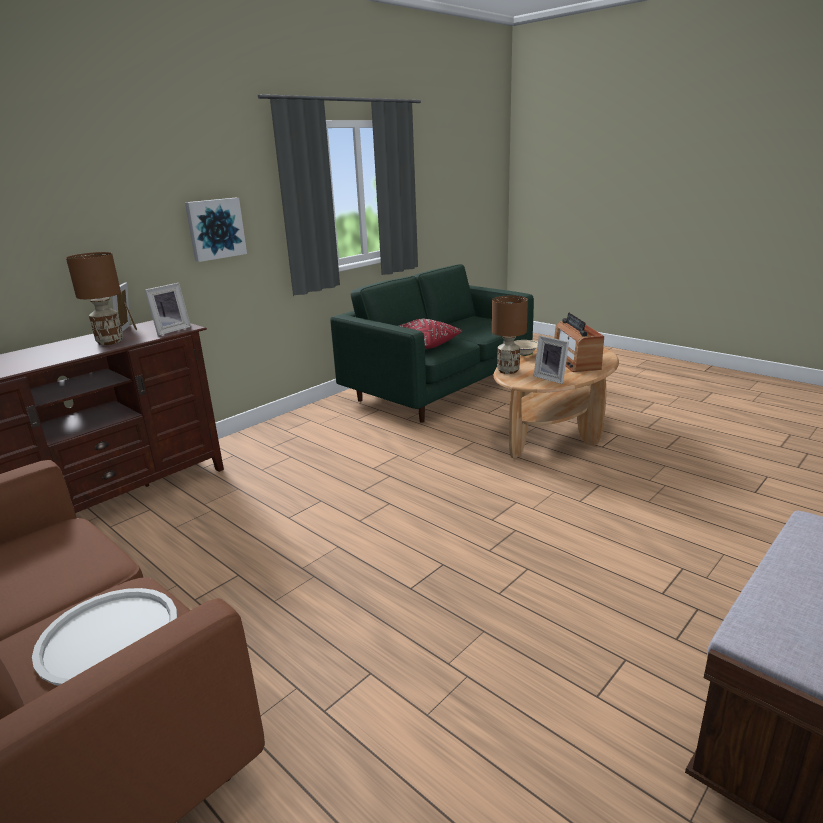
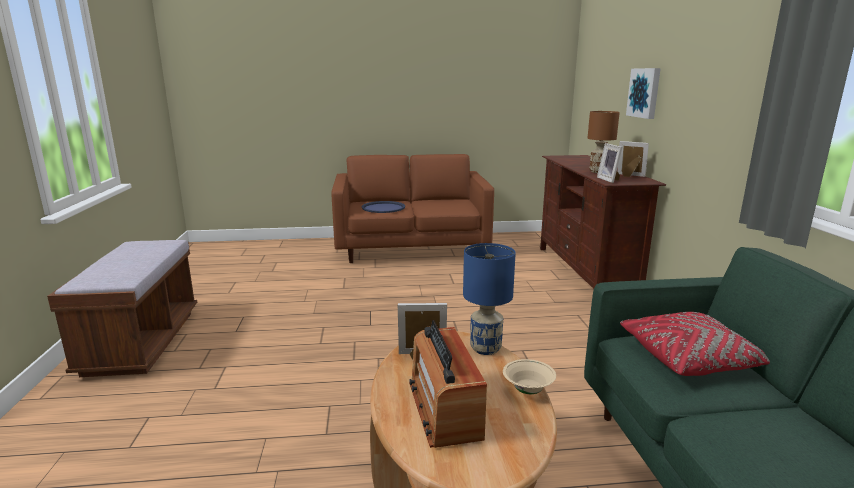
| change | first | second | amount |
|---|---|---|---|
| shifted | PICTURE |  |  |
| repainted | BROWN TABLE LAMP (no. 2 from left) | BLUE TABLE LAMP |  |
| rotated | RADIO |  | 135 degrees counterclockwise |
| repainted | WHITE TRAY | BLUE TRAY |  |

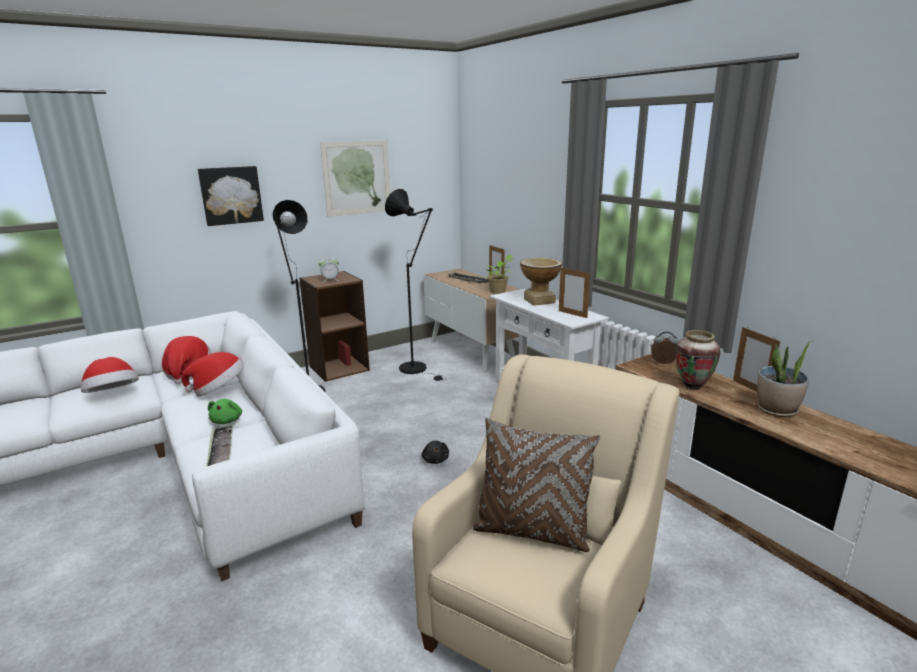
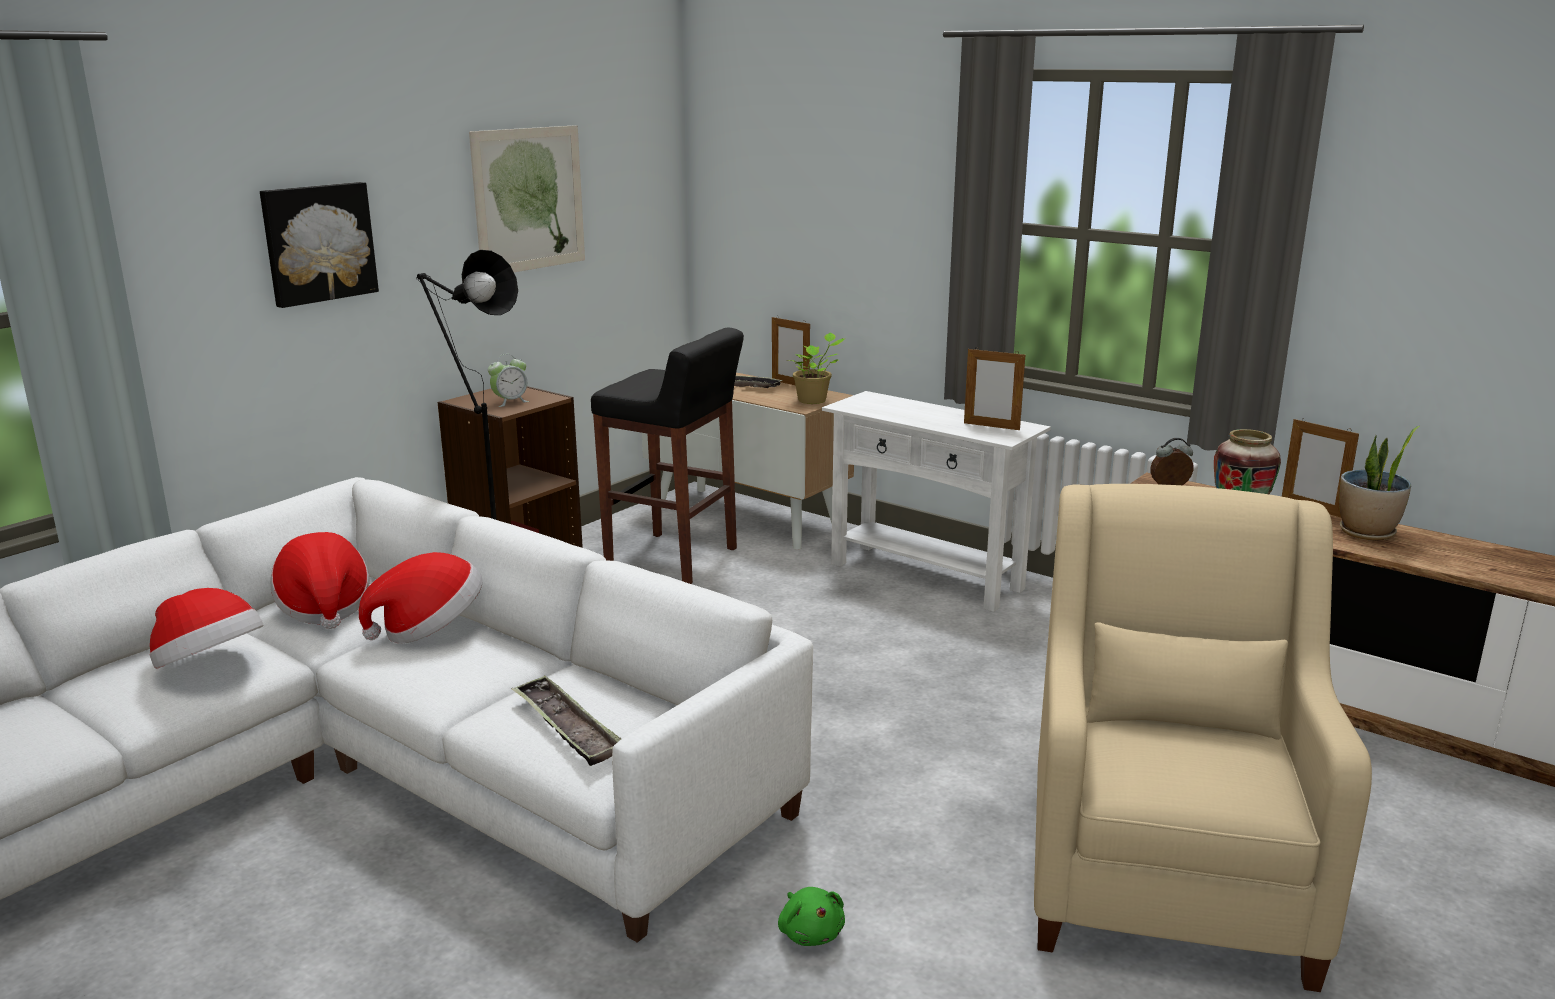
| change | first | second | amount |
|---|---|---|---|
| swapped | BLACK FLOOR LAMP (no. 2 from left) | BLACK STOOL |  |
| gone | VASE (no. 1 from left) |  |  |
| shifted | GREEN PLUSH TOY |  |  |
| gone | BROWN PILLOW |  |  |
| gone | BLACK PLUSH TOY |  |  |

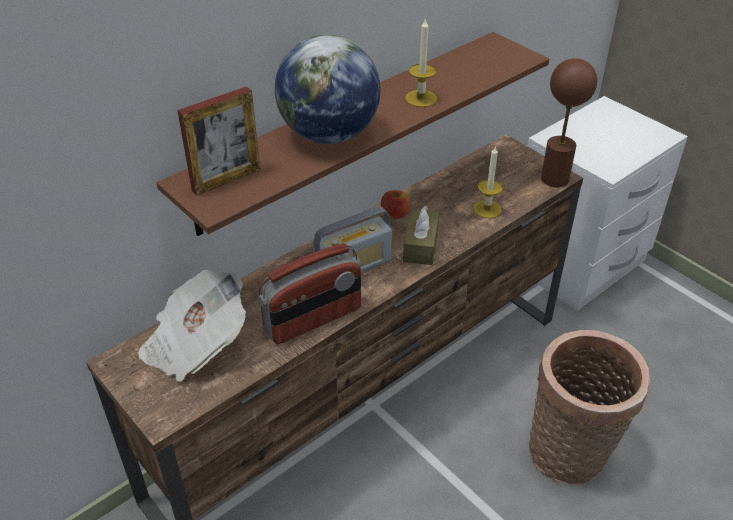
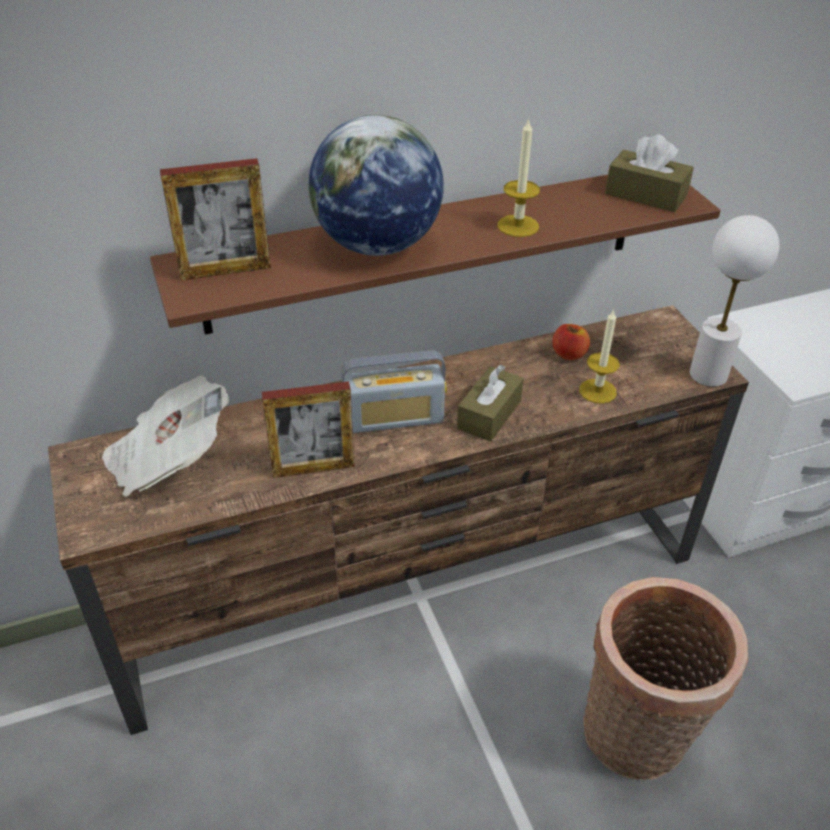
| change | first | second | amount |
|---|---|---|---|
| repainted | BROWN TABLE LAMP | WHITE TABLE LAMP |  |
| shifted | APPLE |  |  |
| swapped | RADIO (no. 1 from left) | PICTURE FRAME (no. 2 from left) |  |
| new |  | BROWN TISSUE BOX (no. 2 from left) |  |

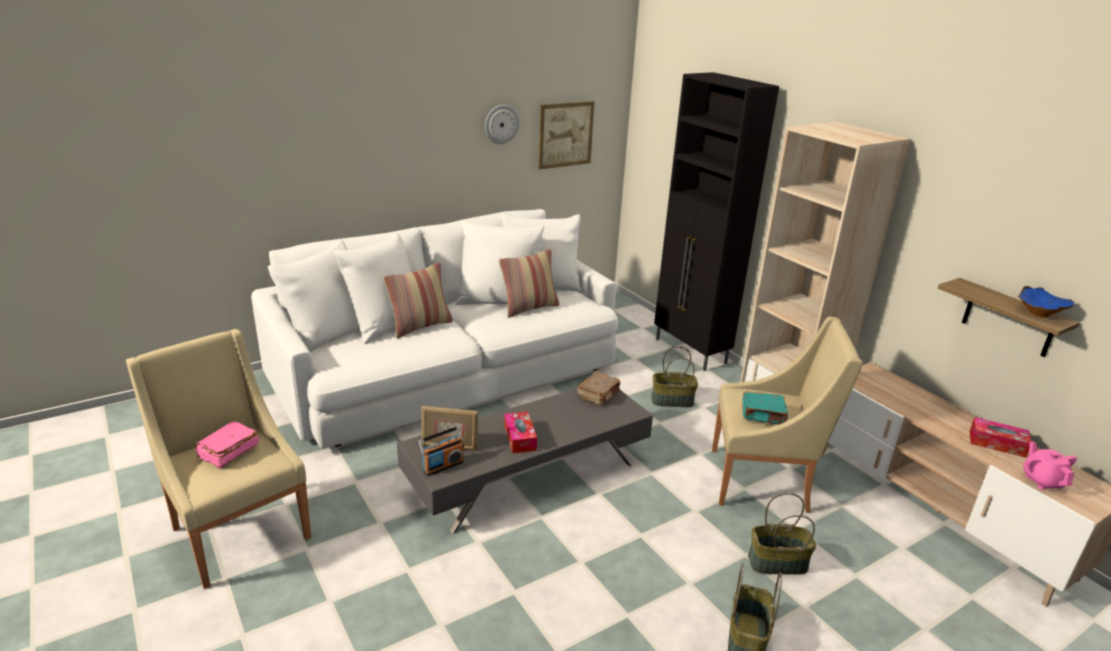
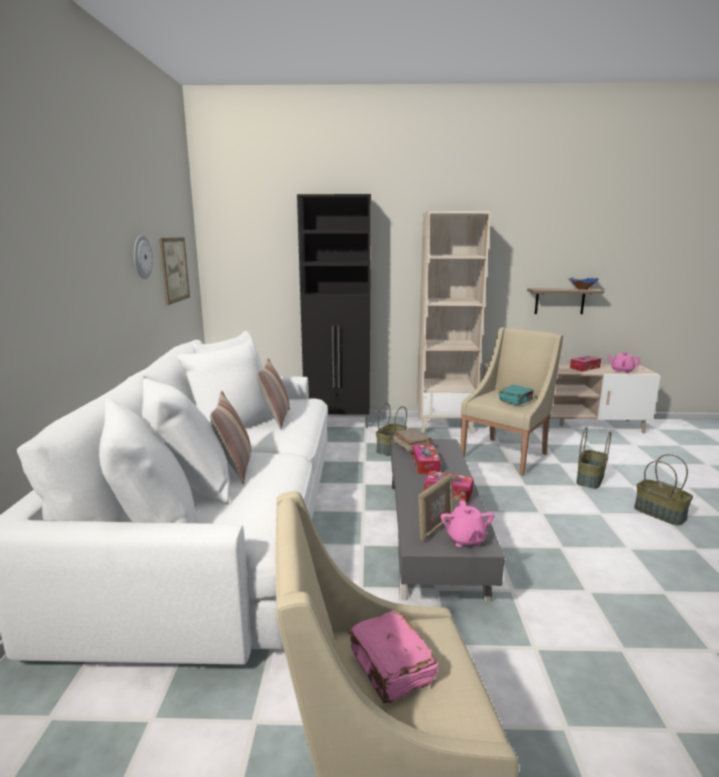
| change | first | second | amount |
|---|---|---|---|
| swapped | RADIO | PINK TEAPOT (no. 1 from left) |  |
| new |  | TISSUE BOX (no. 1 from left) |  |

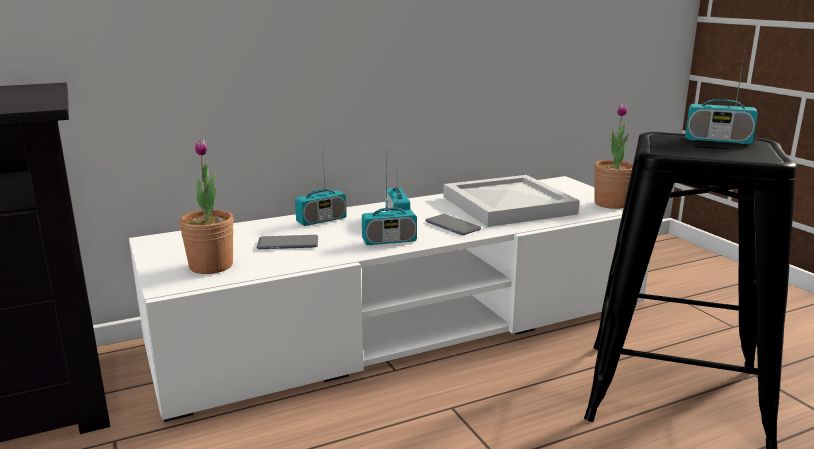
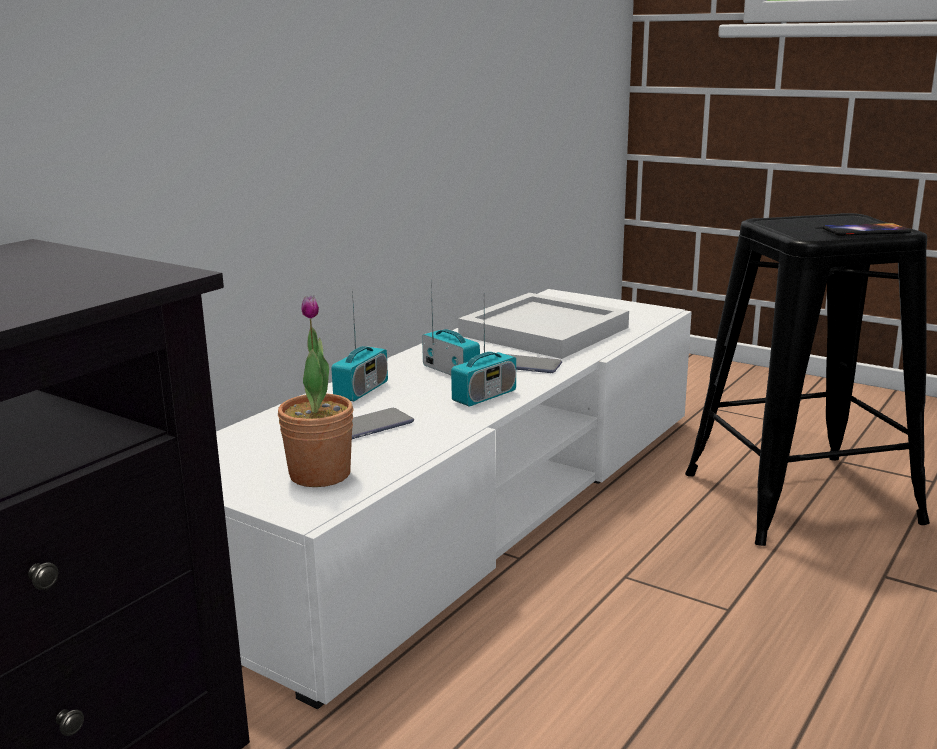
| change | first | second | amount |
|---|---|---|---|
| gone | RADIO (no. 4 from left) |  |  |
| gone | POTTED PLANT (no. 2 from left) |  |  |
| new |  | PHONE (no. 3 from left) |  |

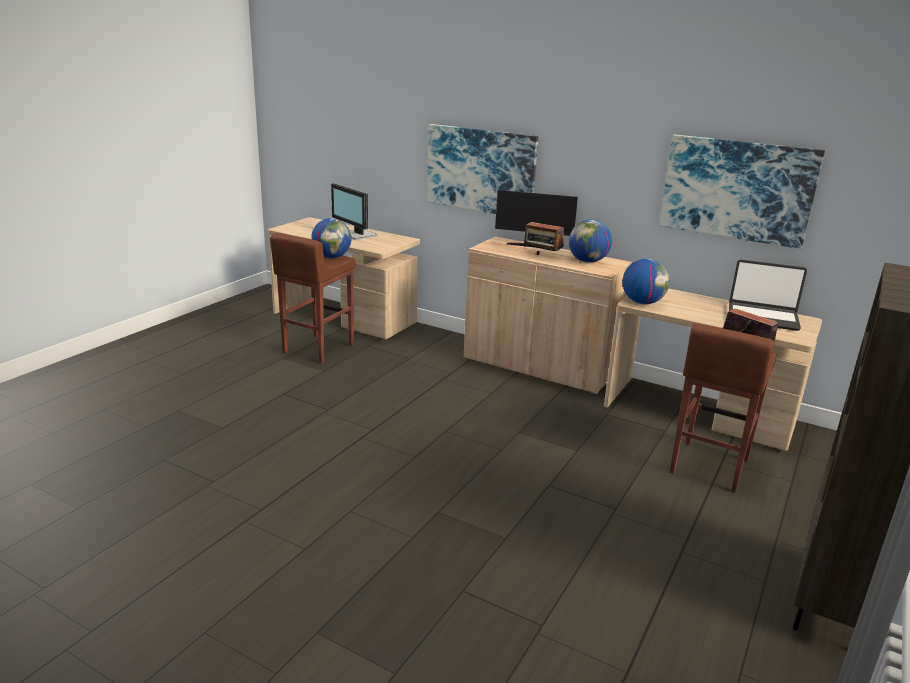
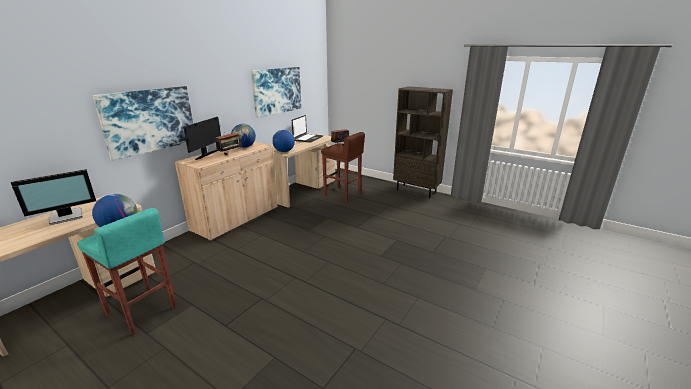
| change | first | second | amount |
|---|---|---|---|
| repainted | BROWN STOOL (no. 1 from left) | TURQUOISE STOOL |  |

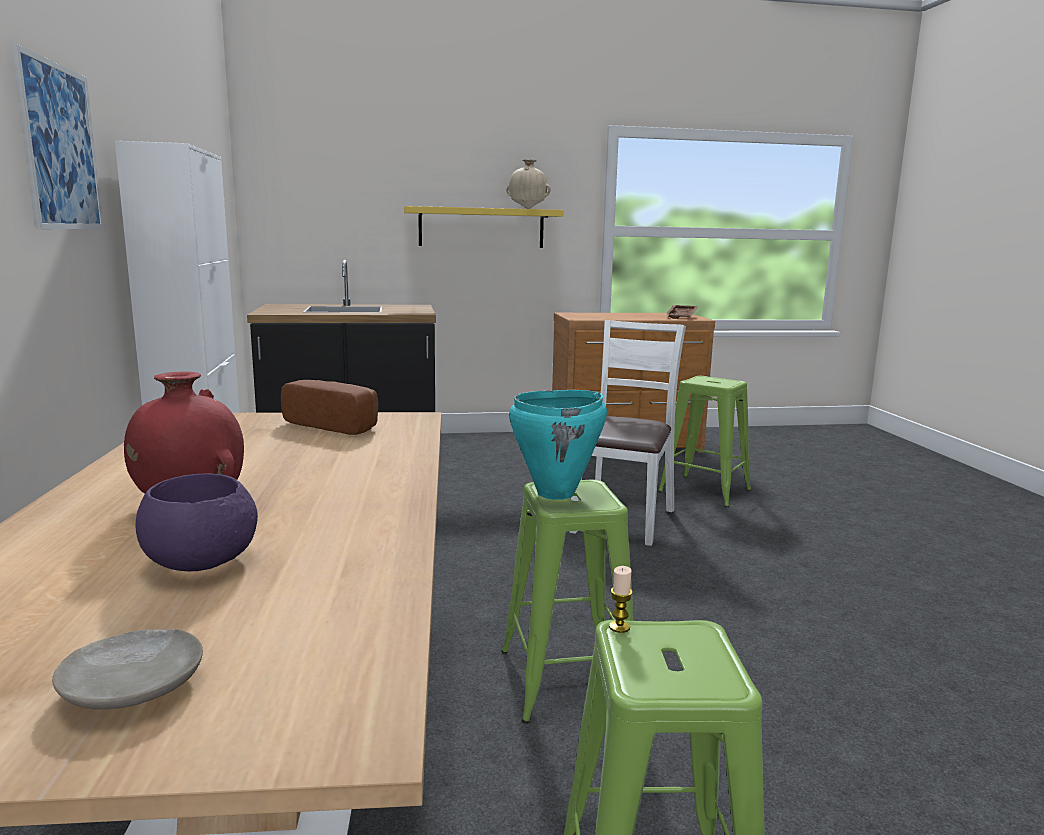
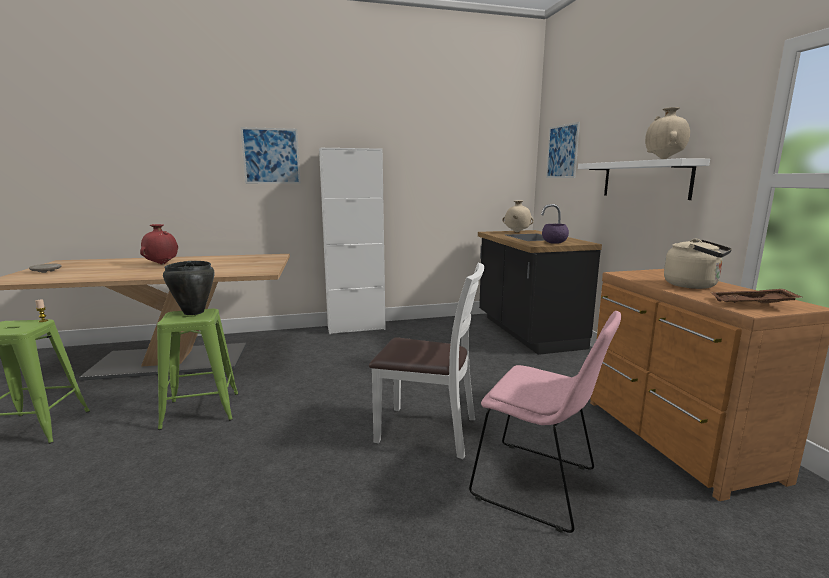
| change | first | second | amount |
|---|---|---|---|
| repainted | YELLOW SHELF | WHITE SHELF |  |
| swapped | GREEN STOOL (no. 3 from left) | PINK CHAIR |  |
| gone | BREAD |  |  |
| repainted | TURQUOISE COOKING POT | BLACK COOKING POT |  |
| shifted | PURPLE BOWL |  |  |
| new |  | PICTURE (no. 2 from left) |  |
| new |  | BEIGE VASE (no. 1 from left) |  |
| new |  | BEIGE KETTLE |  |

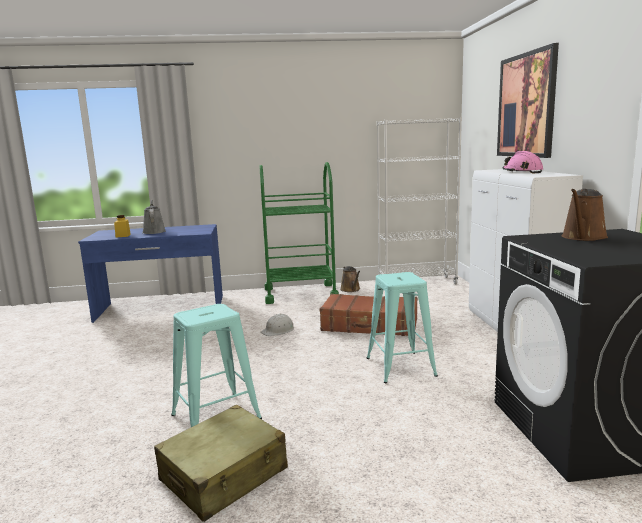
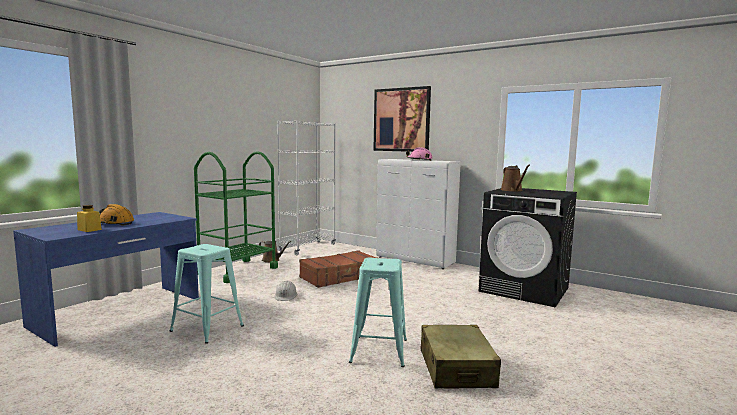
| change | first | second | amount |
|---|---|---|---|
| swapped | GREY WATERING CAN | ORANGE HARD HAT |  |
| shifted | TURQUOISE STOOL (no. 2 from left in the first image) | TURQUOISE STOOL (no. 1 from left) |  |

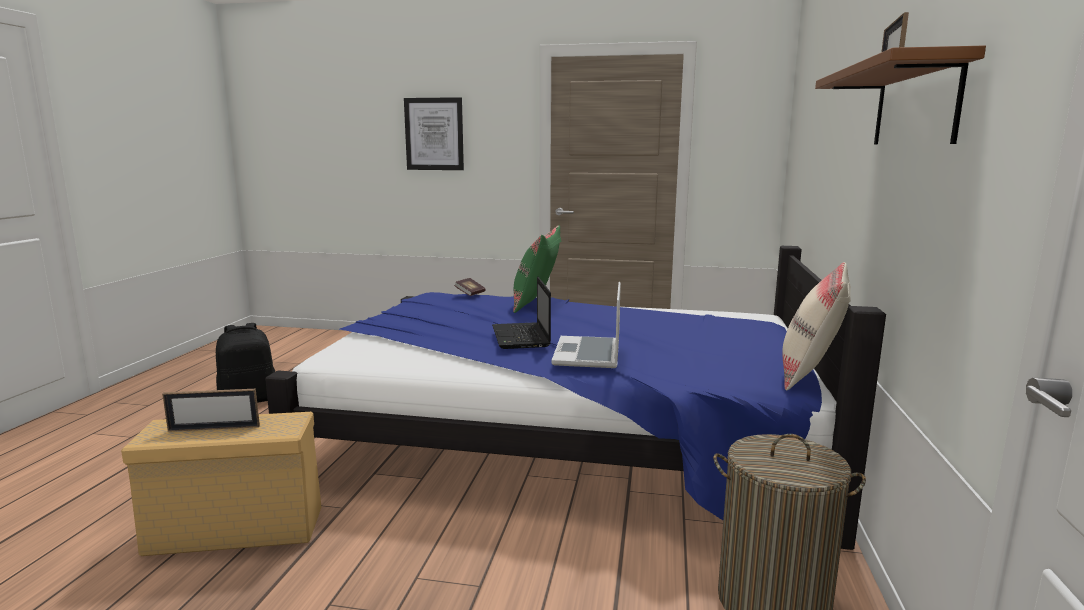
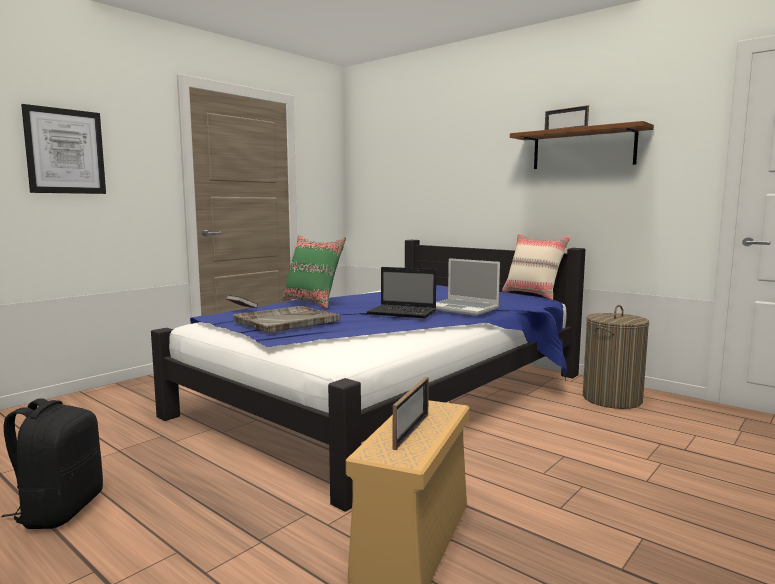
| change | first | second | amount |
|---|---|---|---|
| new |  | GREY TRAY |  |

